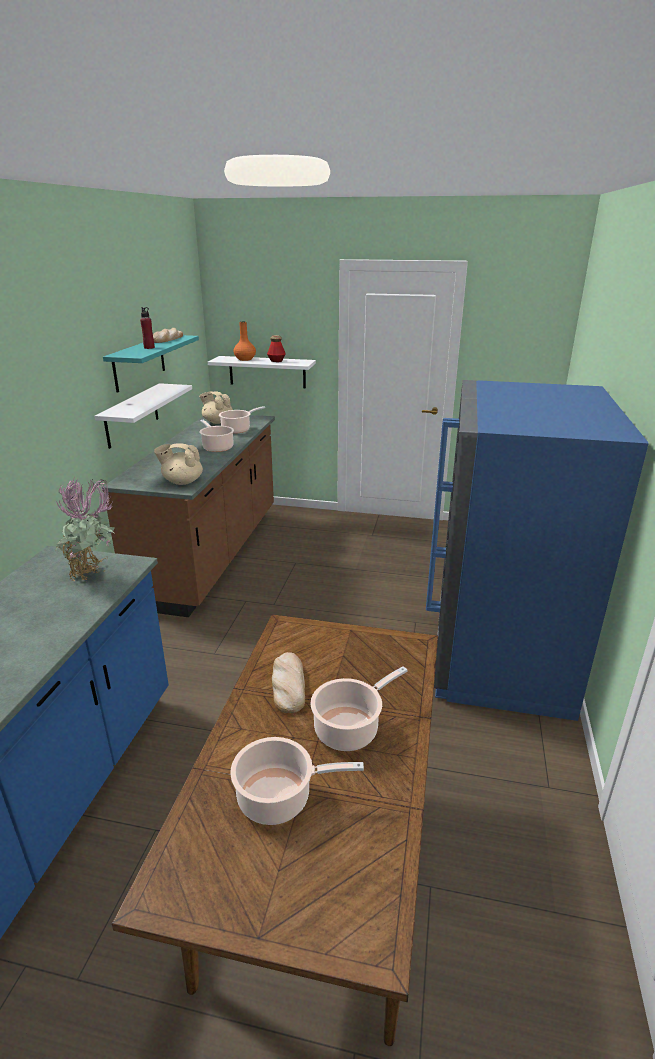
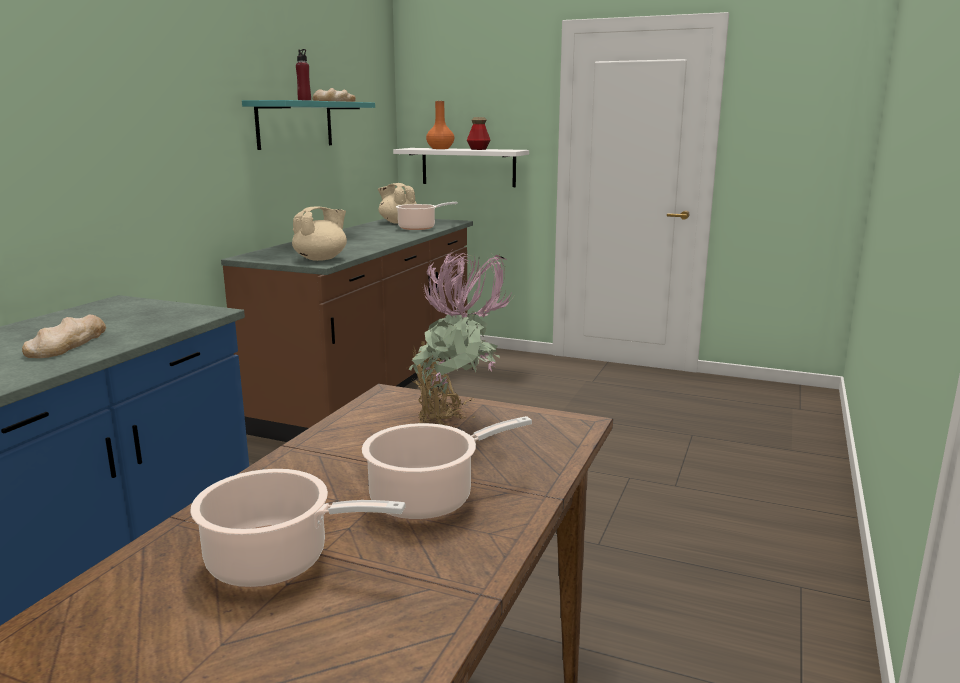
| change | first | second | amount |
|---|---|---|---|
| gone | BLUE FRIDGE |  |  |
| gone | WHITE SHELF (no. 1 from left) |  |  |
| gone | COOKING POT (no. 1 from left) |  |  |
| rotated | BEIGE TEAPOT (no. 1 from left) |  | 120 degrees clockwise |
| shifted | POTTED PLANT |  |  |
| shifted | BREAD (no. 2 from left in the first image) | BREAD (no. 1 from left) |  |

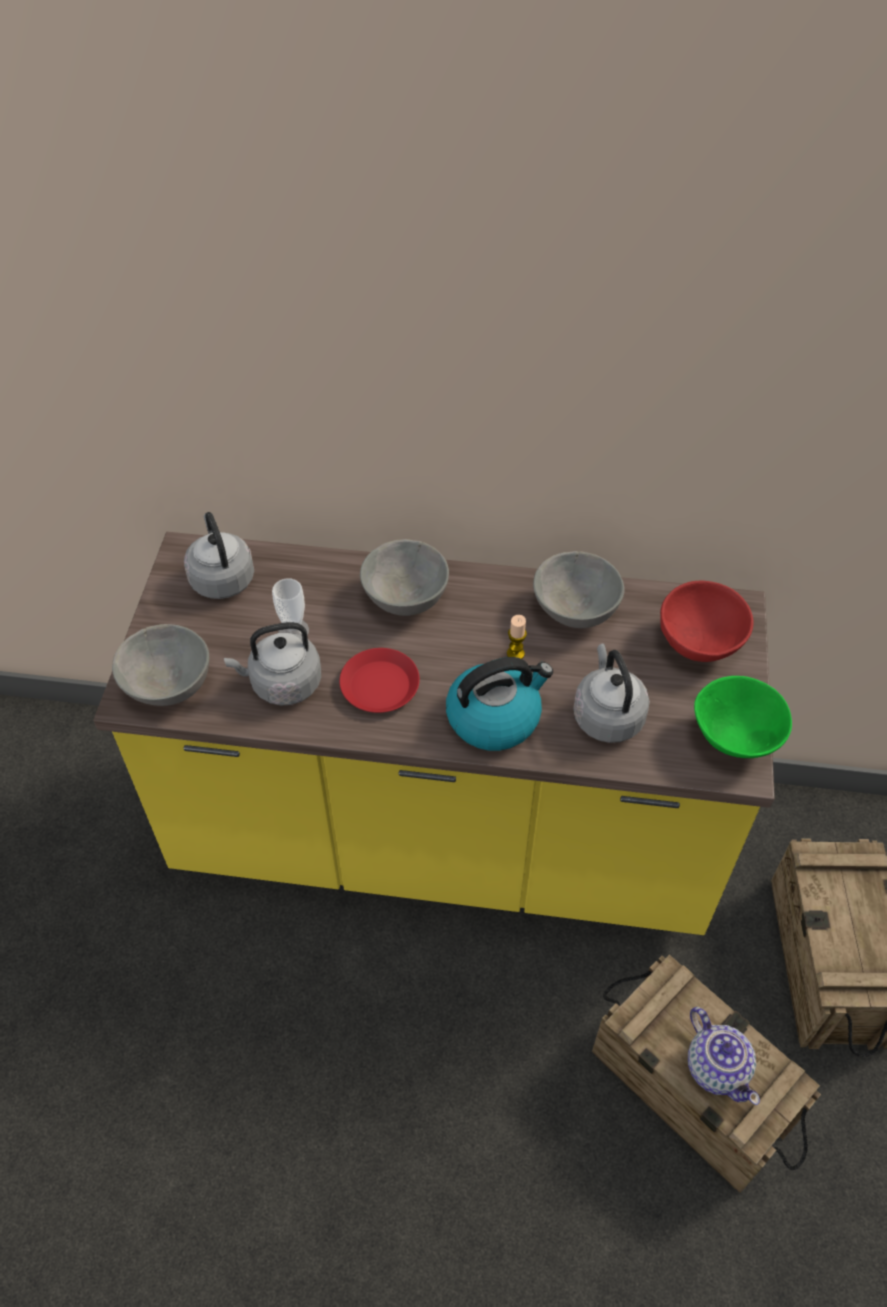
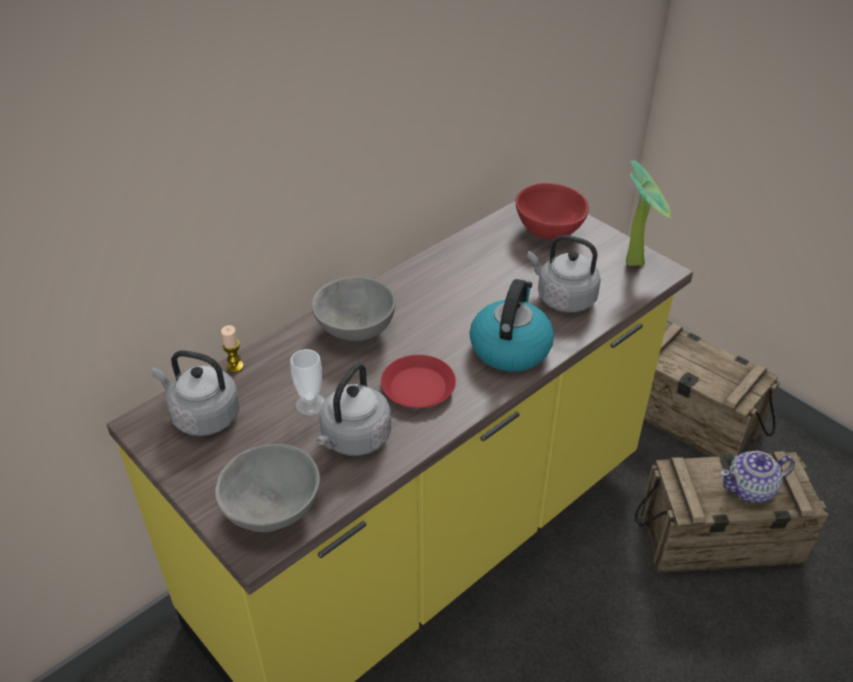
| change | first | second | amount |
|---|---|---|---|
| gone | GREY BOWL (no. 3 from left) |  |  |
| shifted | CANDLE |  |  |
| swapped | GREEN BOWL | POTTED PLANT |  |
| rotated | TEAPOT |  | 150 degrees clockwise |

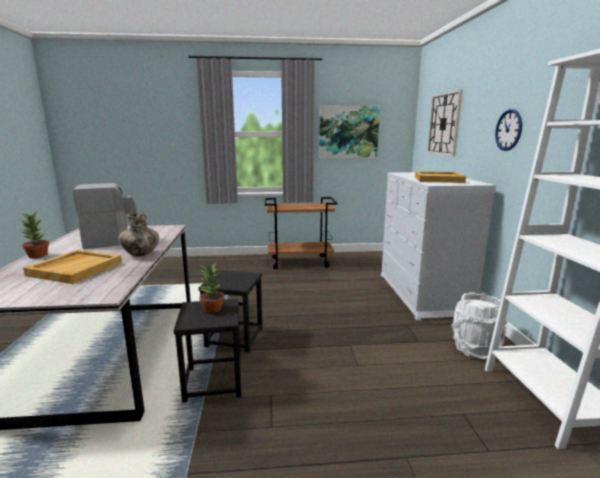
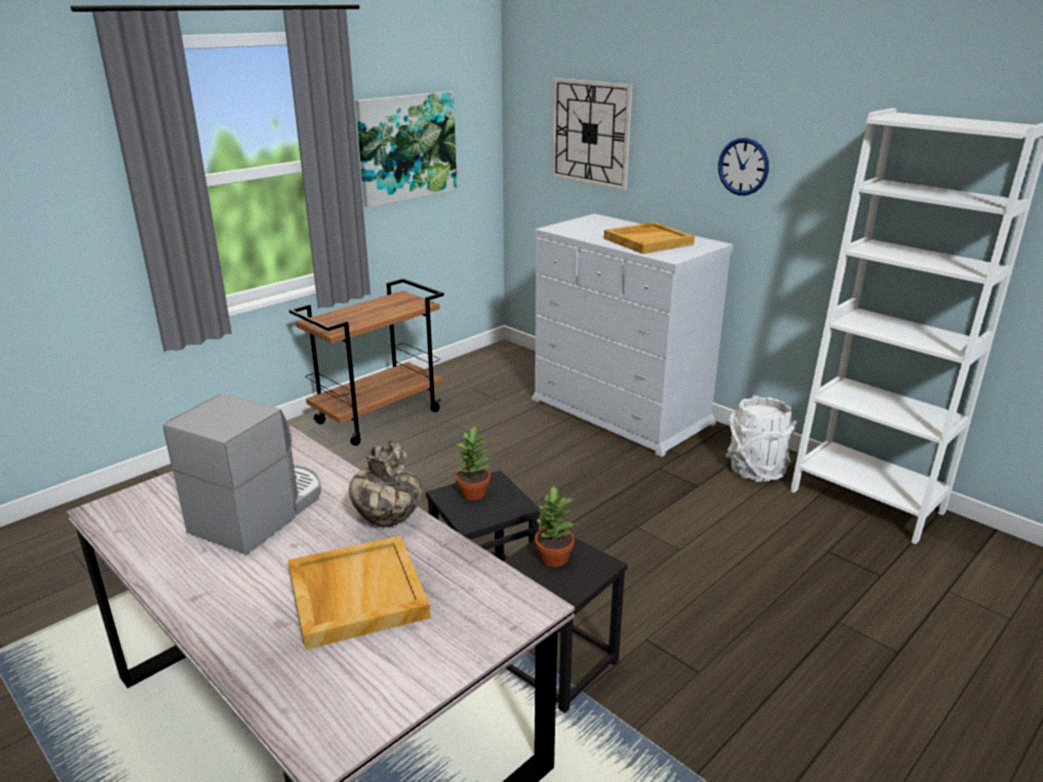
| change | first | second | amount |
|---|---|---|---|
| shifted | POTTED PLANT (no. 1 from left) |  |  |

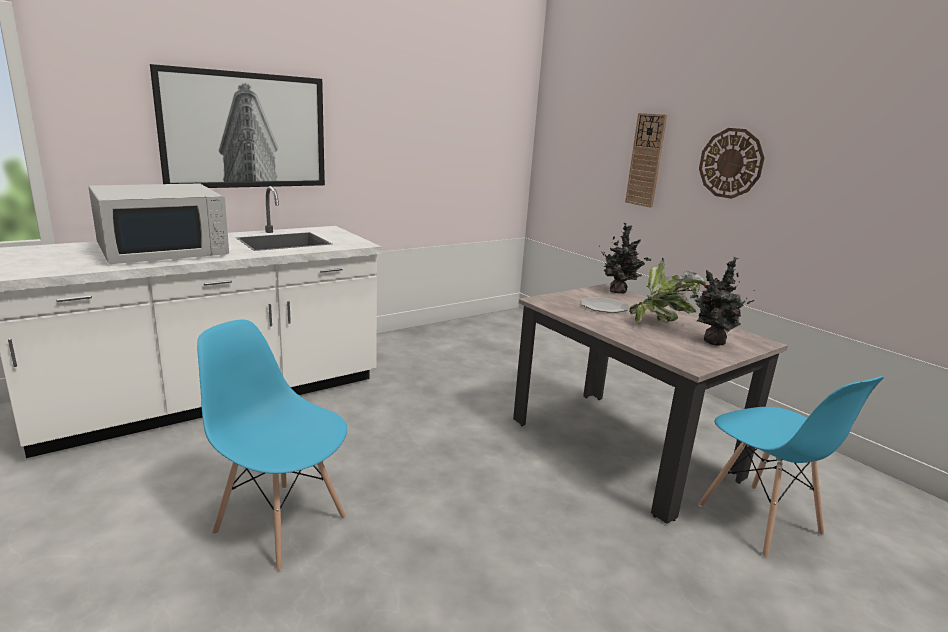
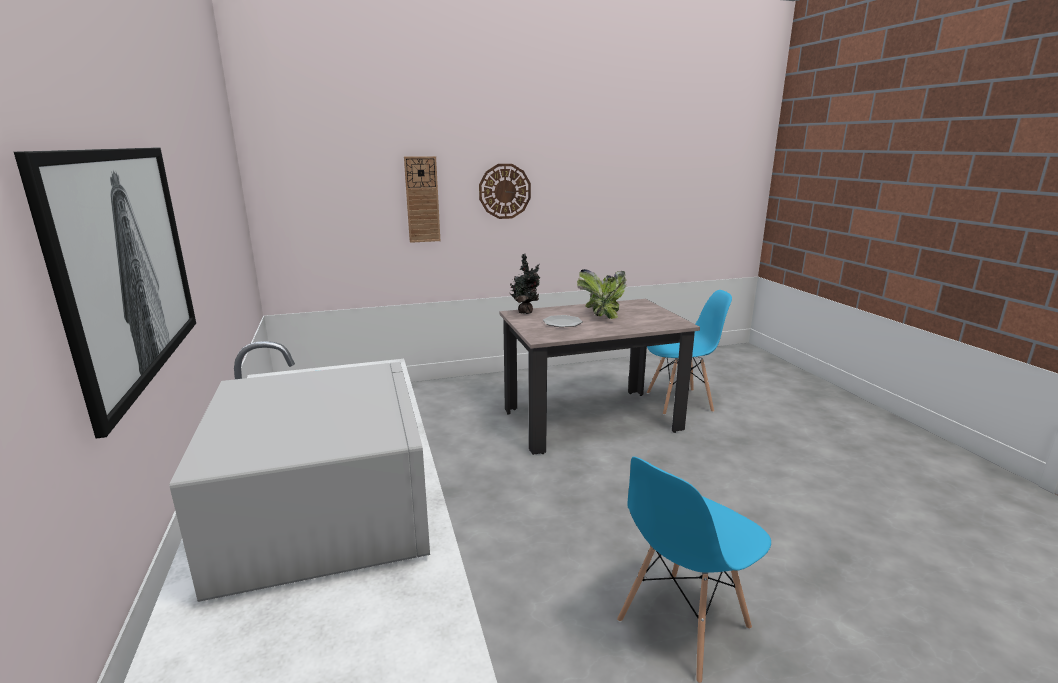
| change | first | second | amount |
|---|---|---|---|
| gone | POTTED PLANT (no. 3 from left) |  |  |

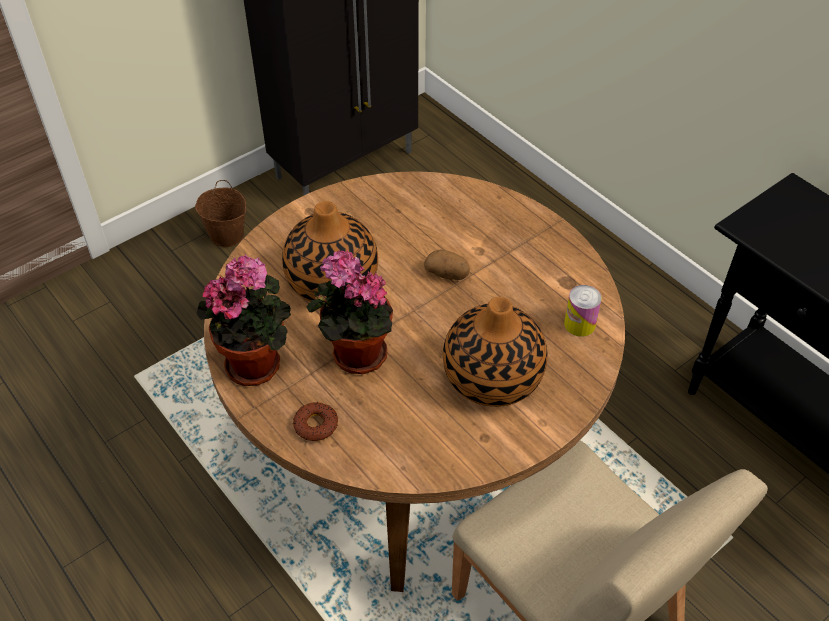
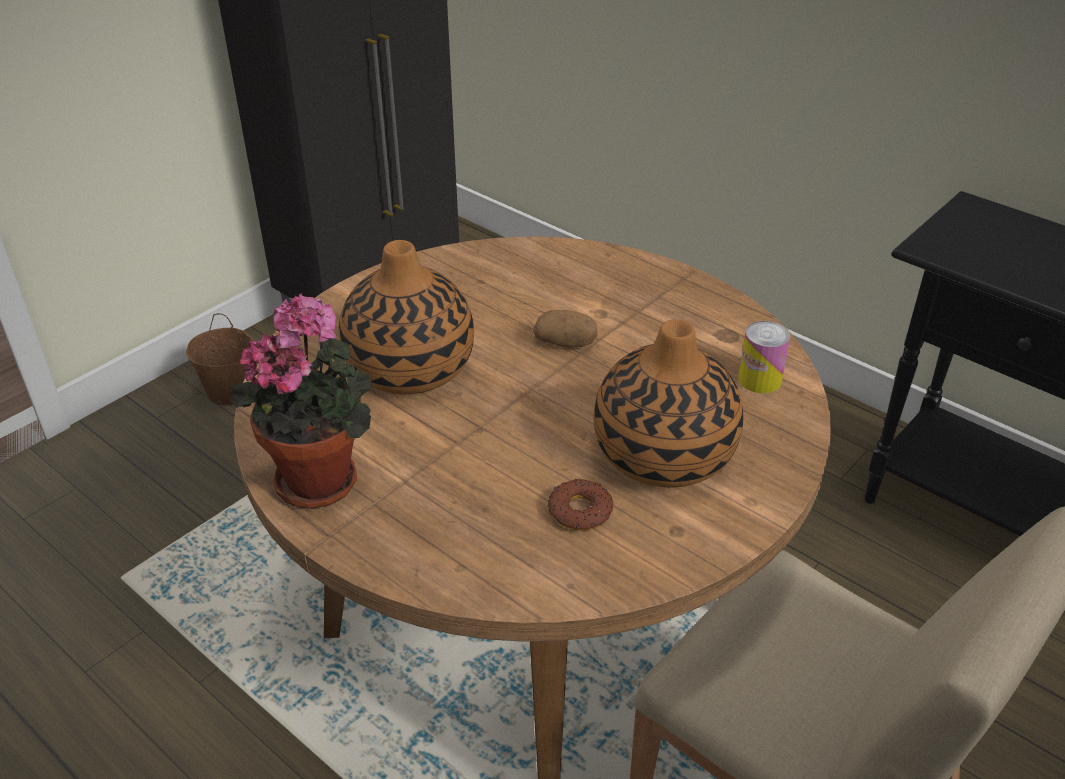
| change | first | second | amount |
|---|---|---|---|
| gone | POTTED PLANT (no. 2 from left) |  |  |
| shifted | DONUT |  |  |

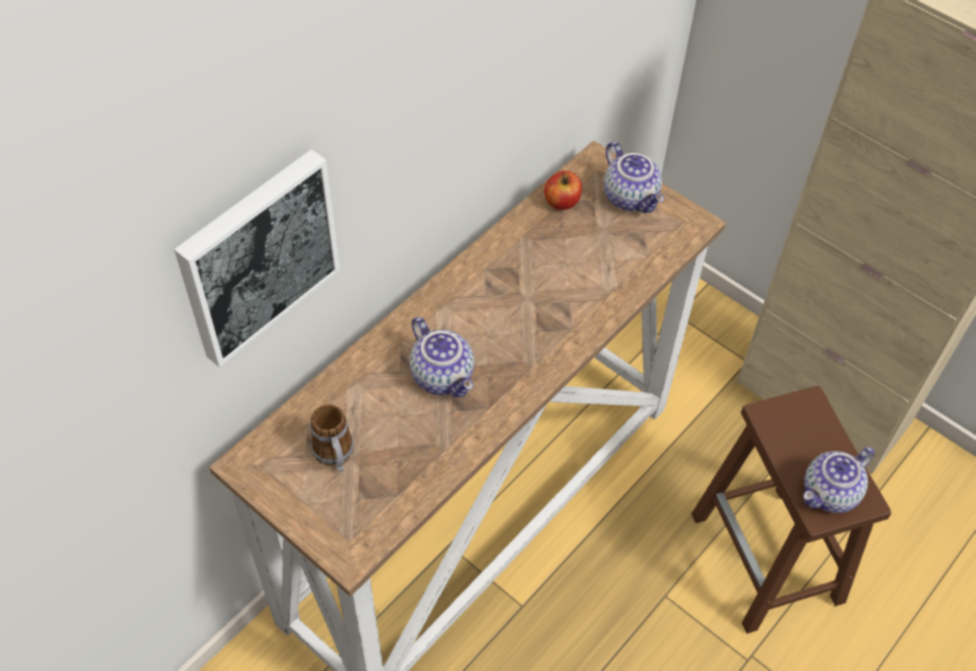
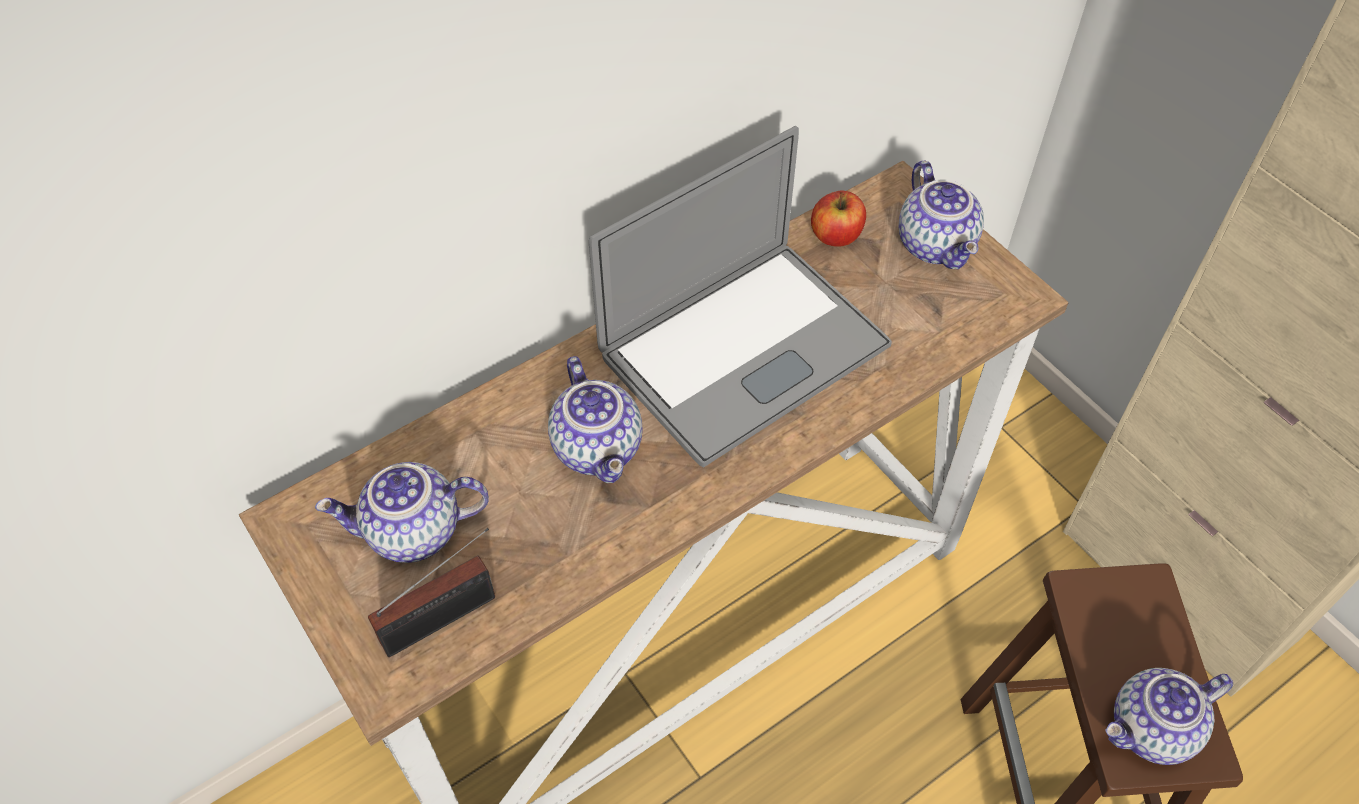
| change | first | second | amount |
|---|---|---|---|
| gone | PICTURE |  |  |
| swapped | MUG | TEAPOT (no. 1 from left) |  |
| new |  | LAPTOP |  |
| new |  | RADIO |  |

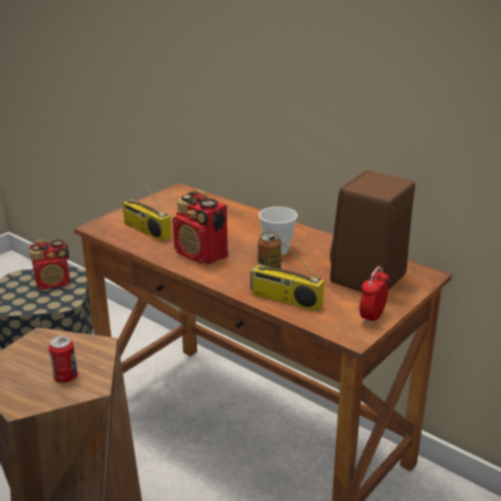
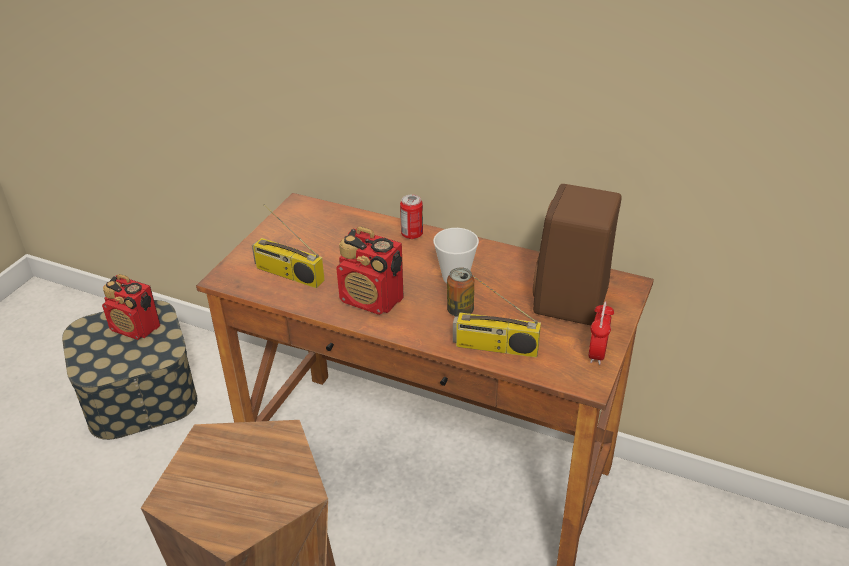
| change | first | second | amount |
|---|---|---|---|
| rotated | RADIO (no. 1 from left) |  | 60 degrees clockwise |
| shifted | CAN (no. 1 from left) |  |  |

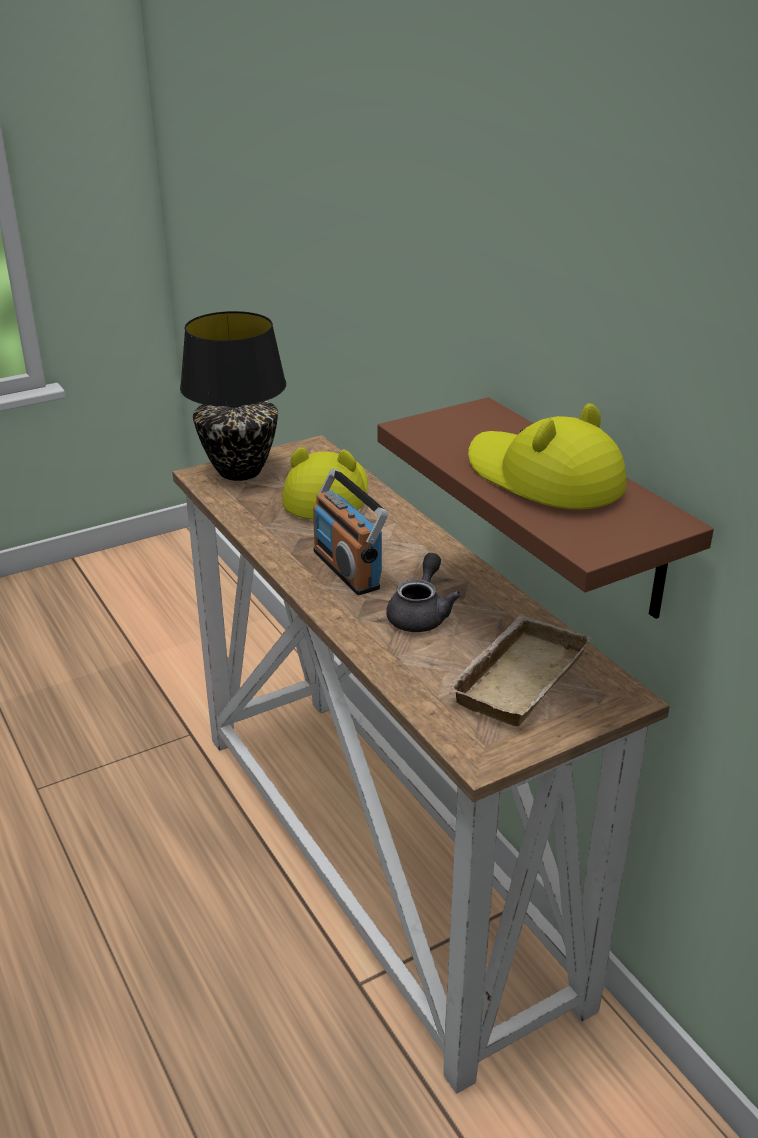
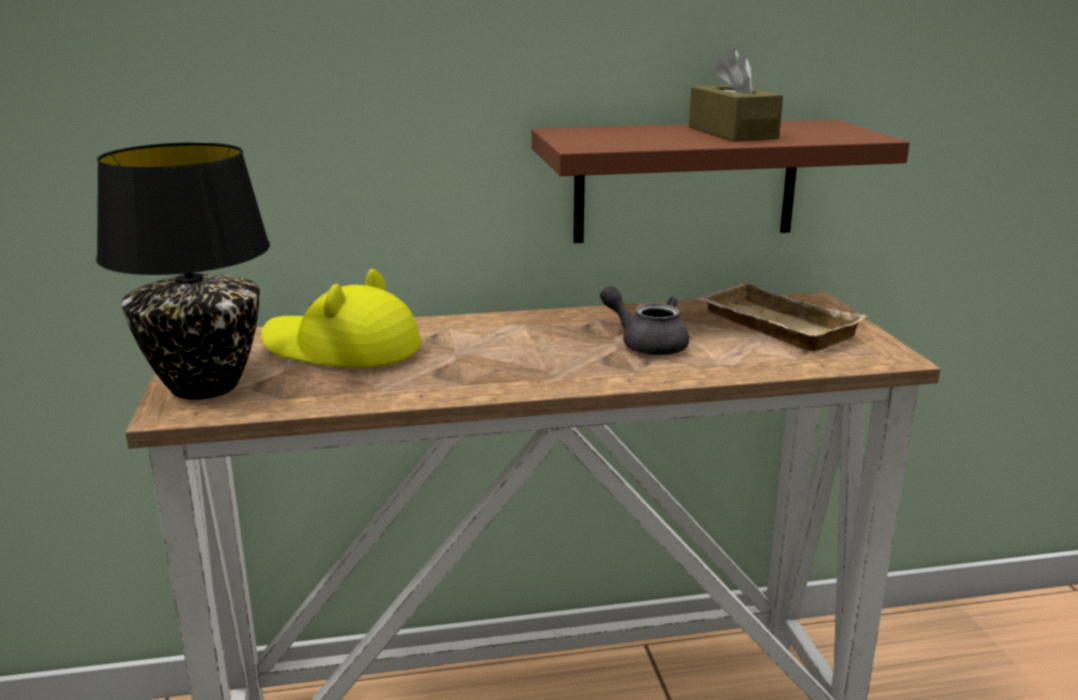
| change | first | second | amount |
|---|---|---|---|
| swapped | YELLOW HAT (no. 2 from left) | BROWN TISSUE BOX |  |
| gone | RADIO |  |  |

